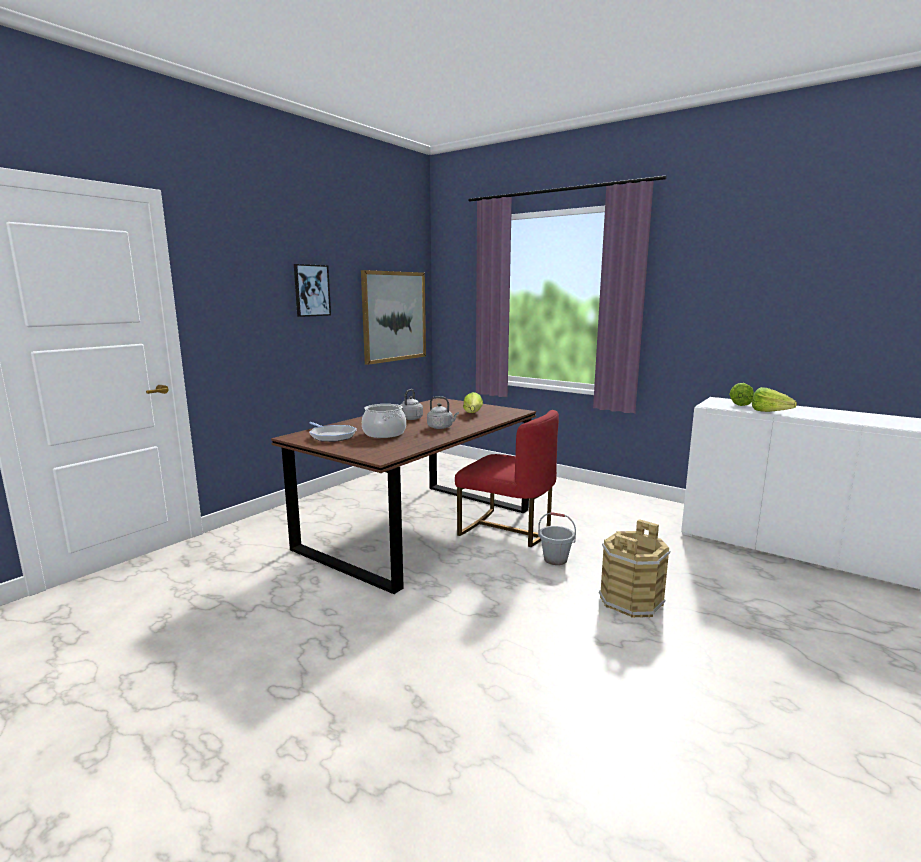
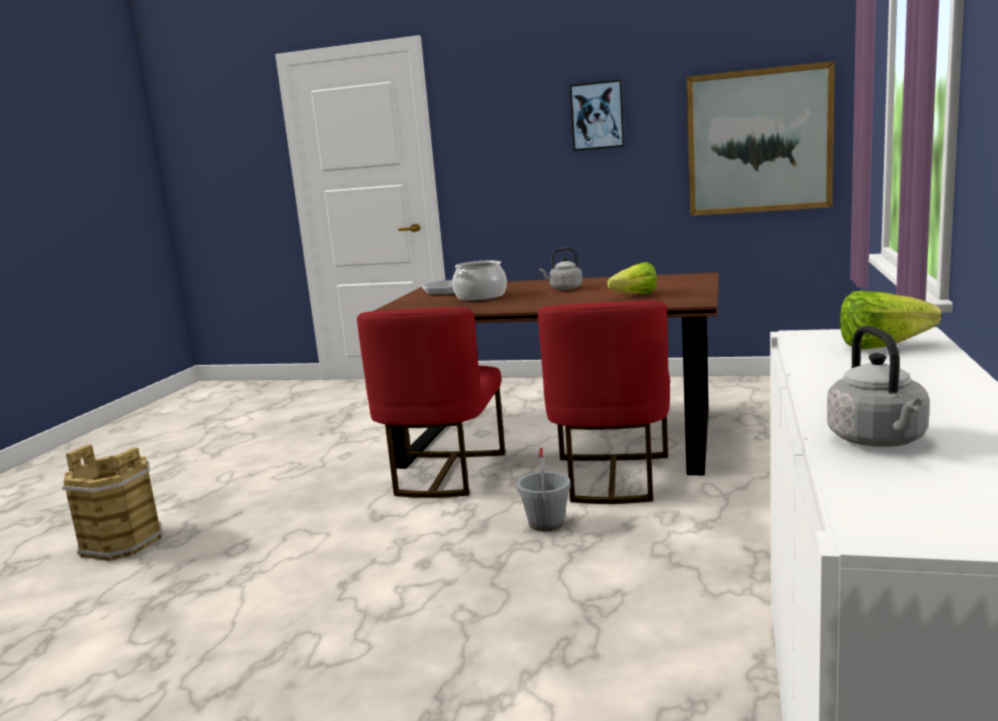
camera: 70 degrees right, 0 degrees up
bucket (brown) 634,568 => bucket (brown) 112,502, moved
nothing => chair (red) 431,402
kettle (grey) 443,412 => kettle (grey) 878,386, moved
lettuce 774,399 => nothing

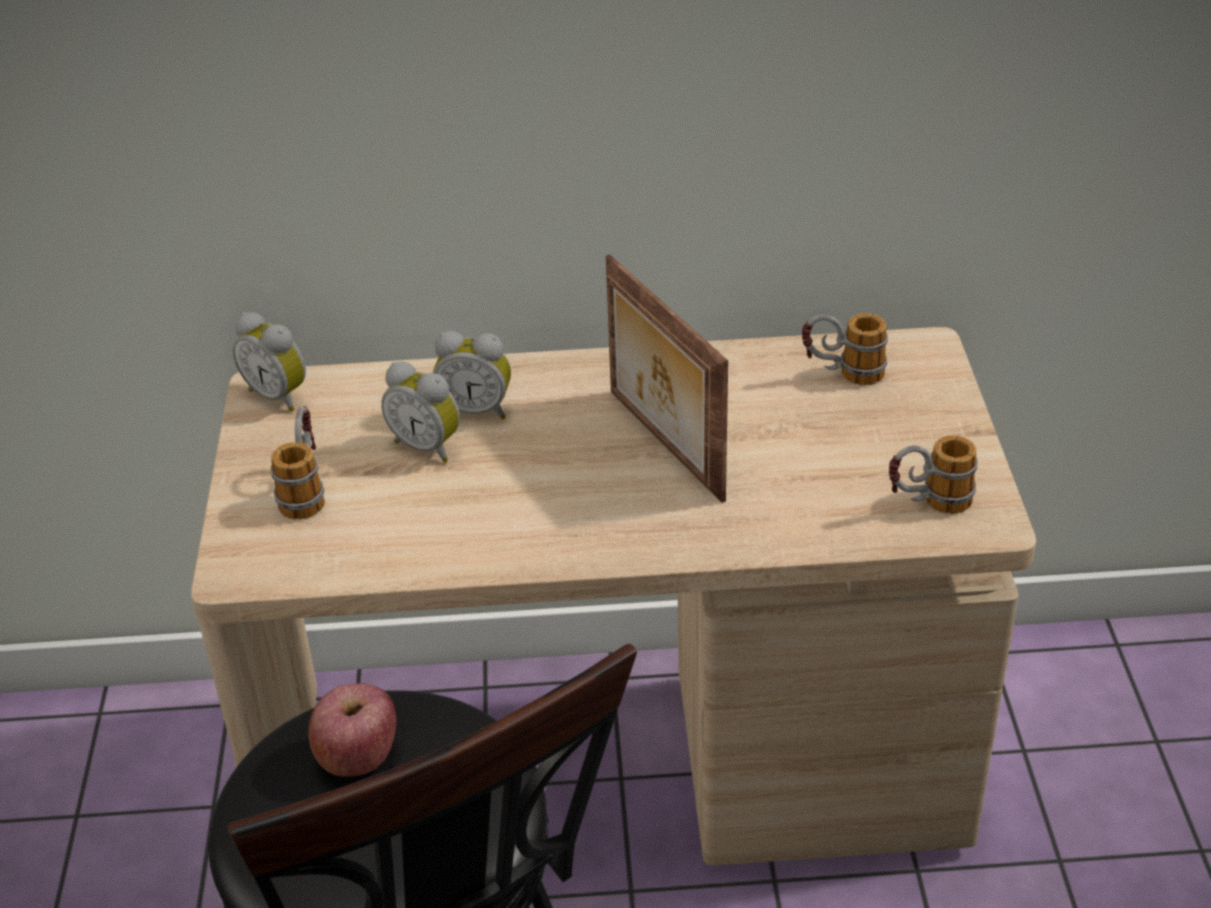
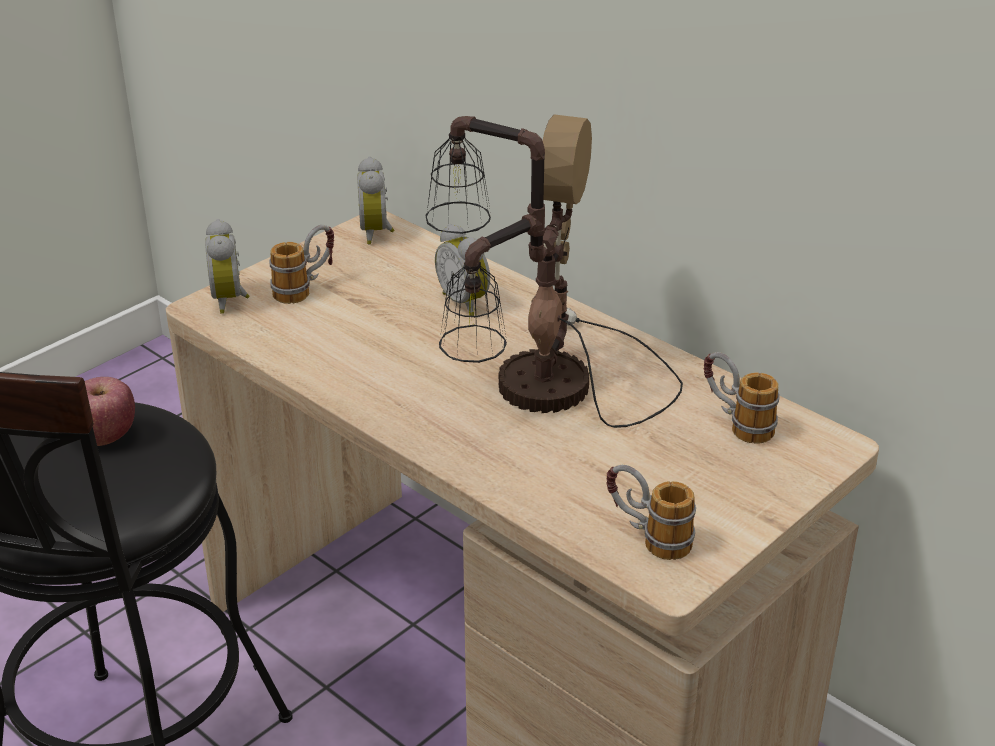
camera: 45 degrees right, 5 degrees down
alarm clock 420,412 => alarm clock 227,266, moved
picture frame 667,378 => table lamp 554,271

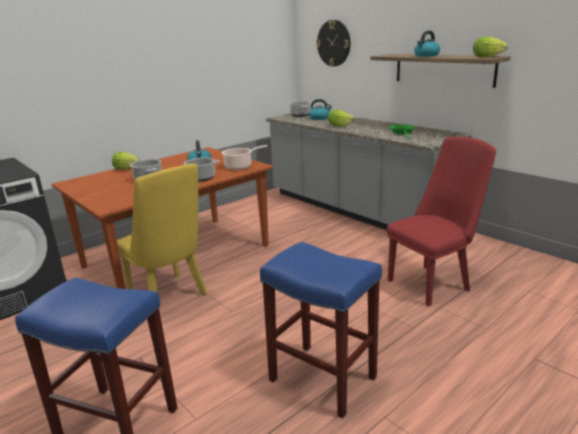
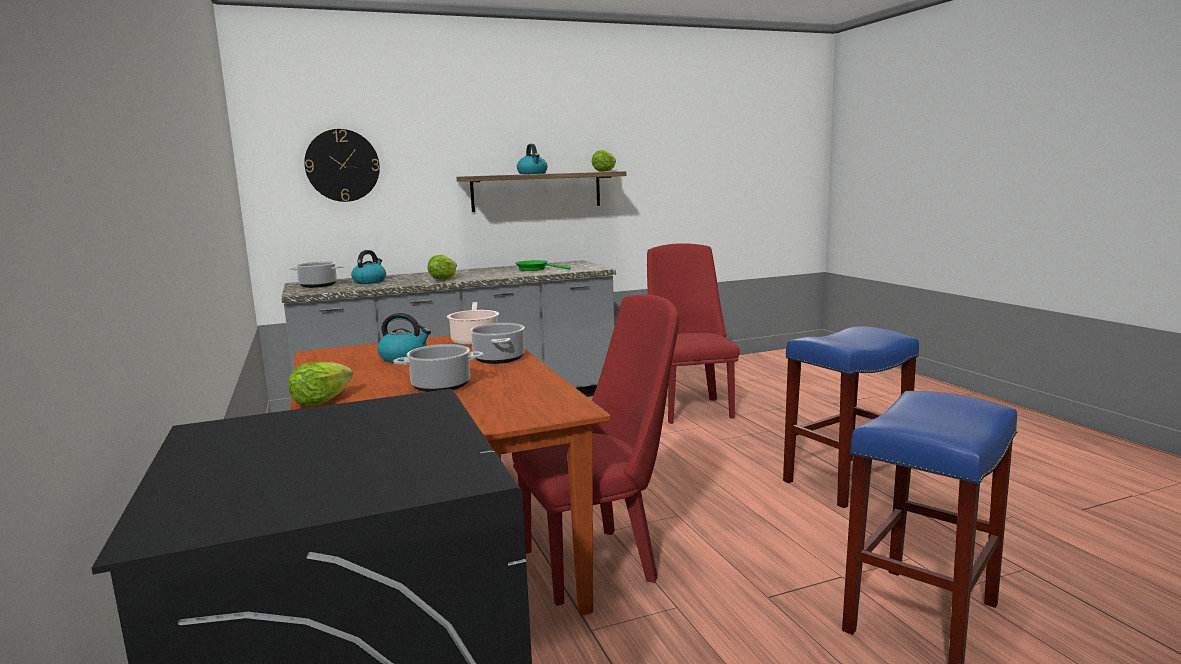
camera: 70 degrees left, 10 degrees down
chair (yellow) 162,229 => chair (red) 595,450

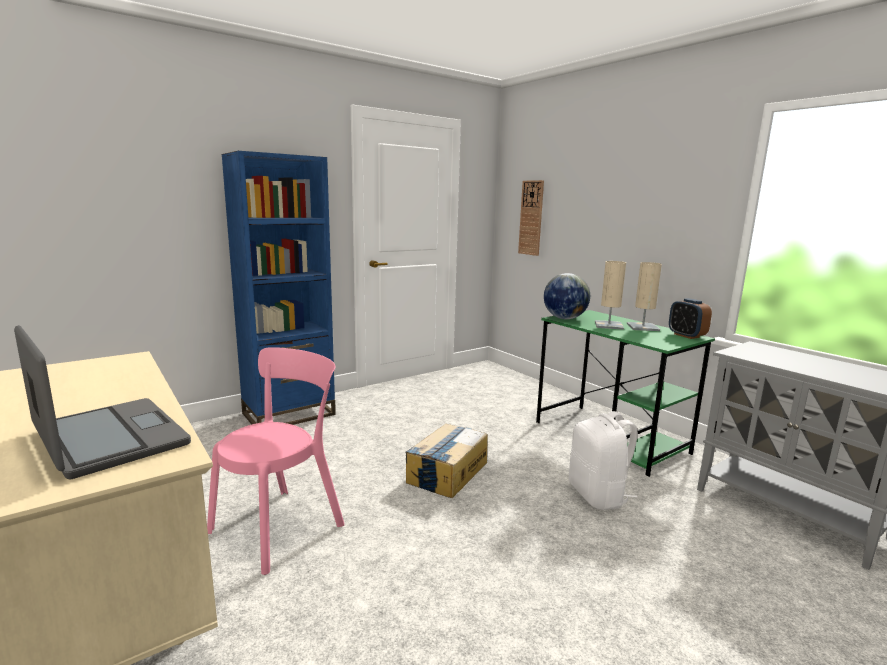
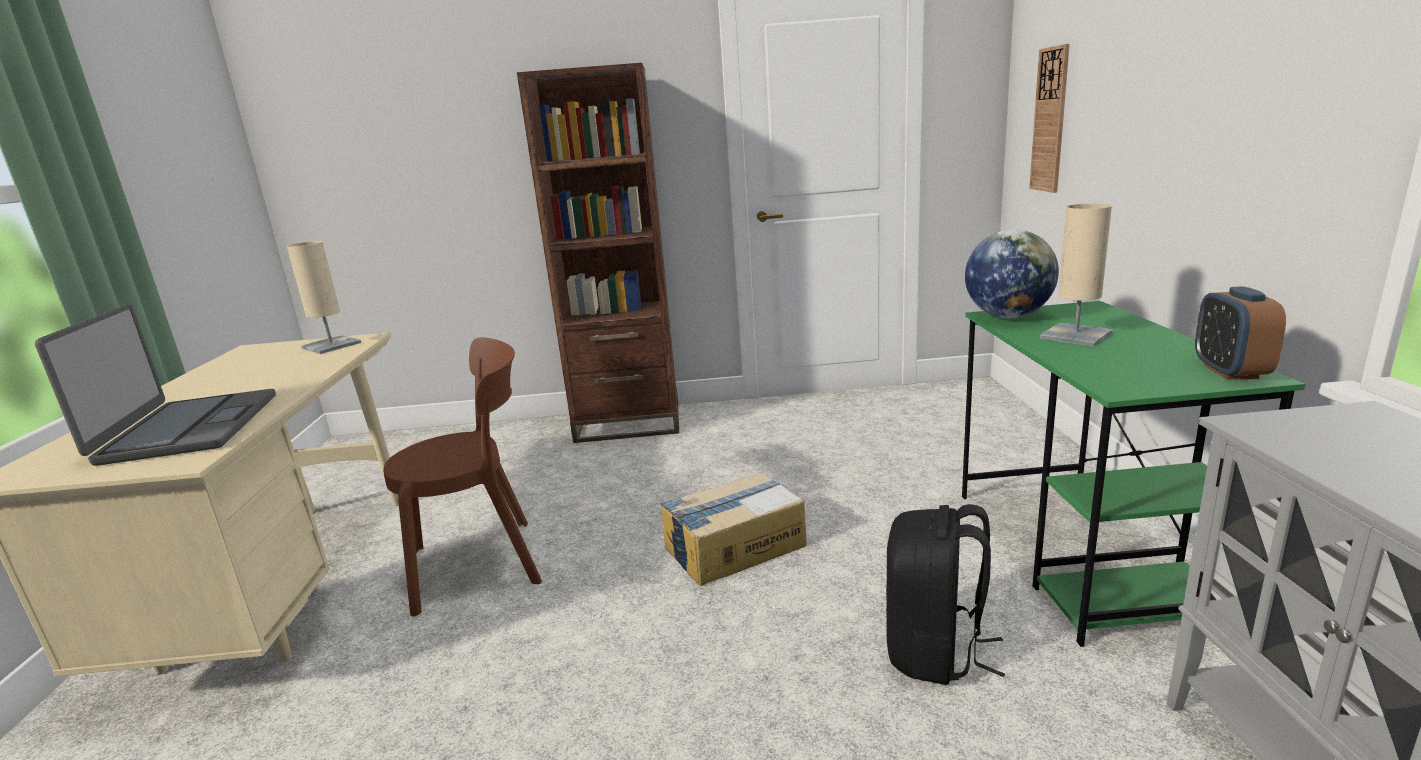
camera: 35 degrees right, 5 degrees up
table lamp (beige) 644,296 => table lamp (beige) 324,297, moved
chair (pink) 276,461 => chair (brown) 462,477
bookcase (blue) 279,288 => bookcase (brown) 598,253
backpack (white) 603,460 => backpack (black) 945,594

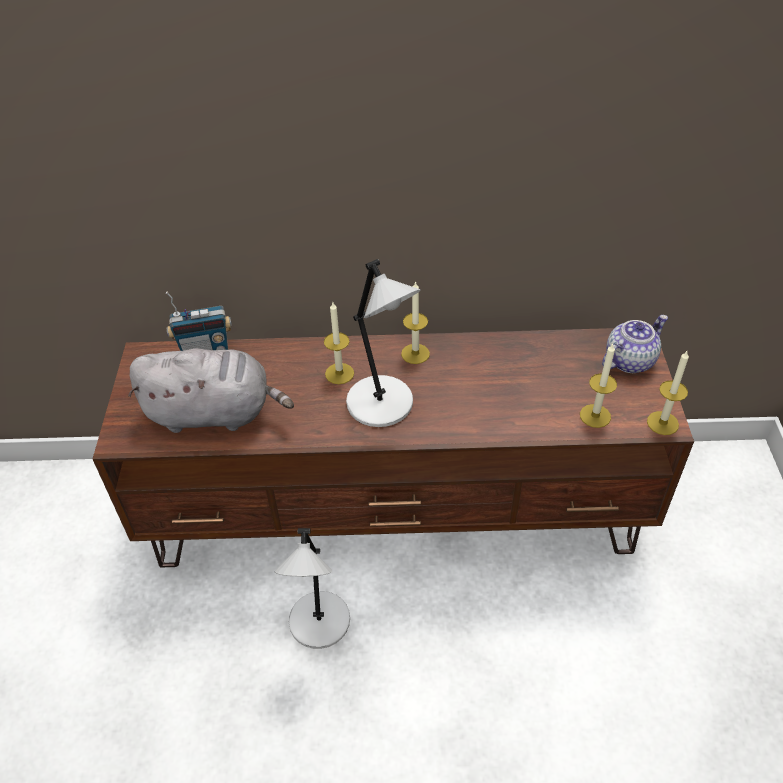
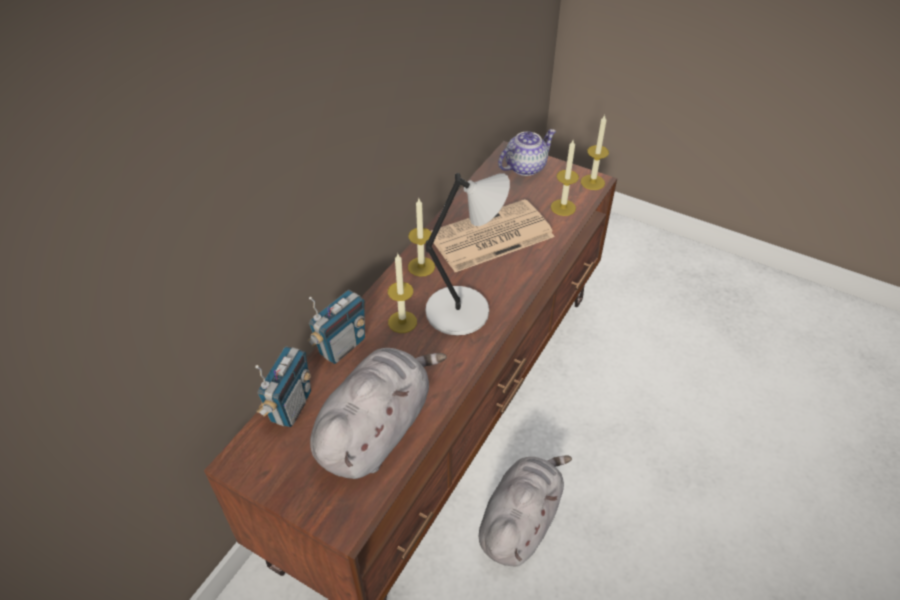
camera: 60 degrees left, 0 degrees up
nothing => radio 336,327
nothing => newspaper 493,235
table lamp (grey) 312,588 => plush toy (grey) 525,511
teapot 635,344 => teapot 527,152, 60 degrees clockwise

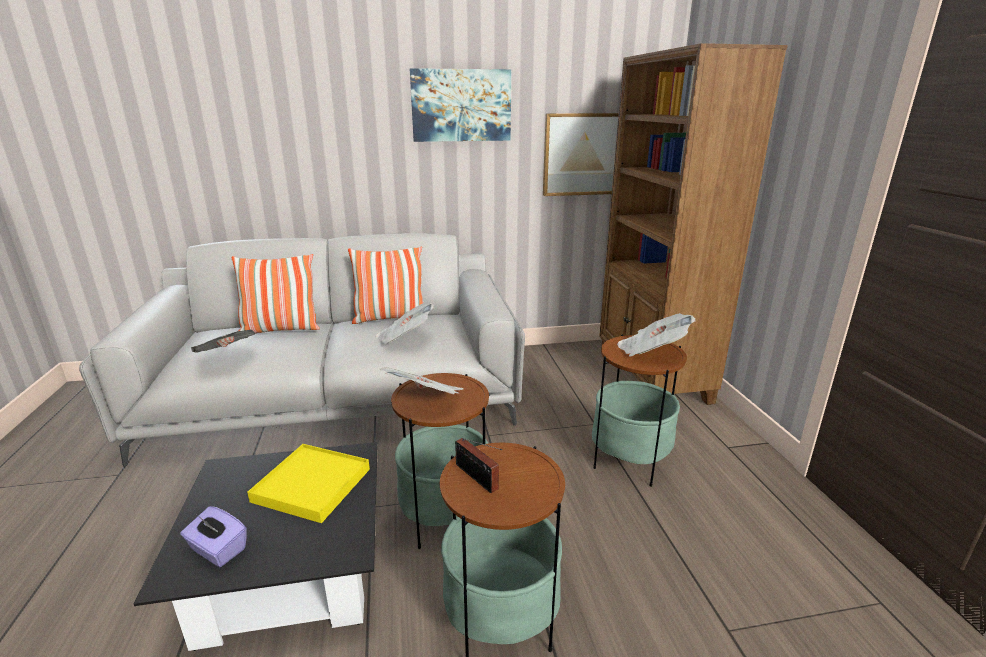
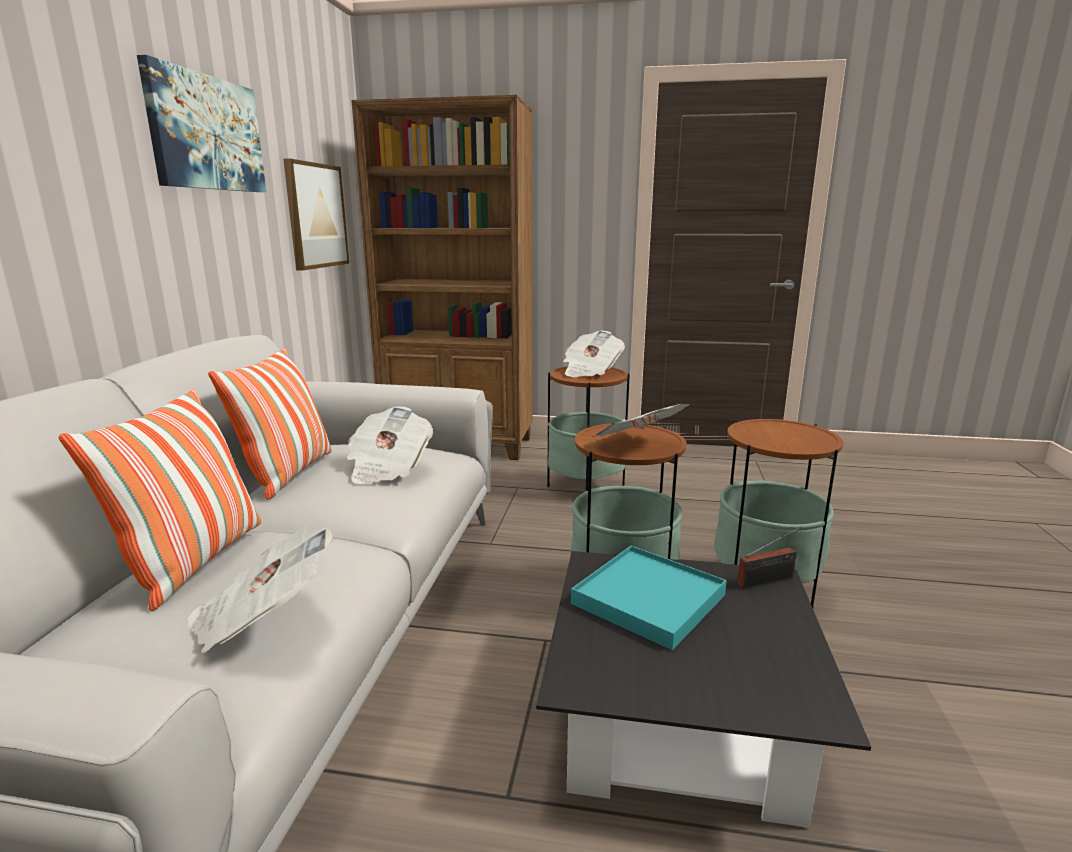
camera: 70 degrees left, 5 degrees down
tray (yellow) 308,483 => tray (turquoise) 649,598
radio 478,465 => radio 769,558, moved
tissue box (purple) 213,536 => nothing

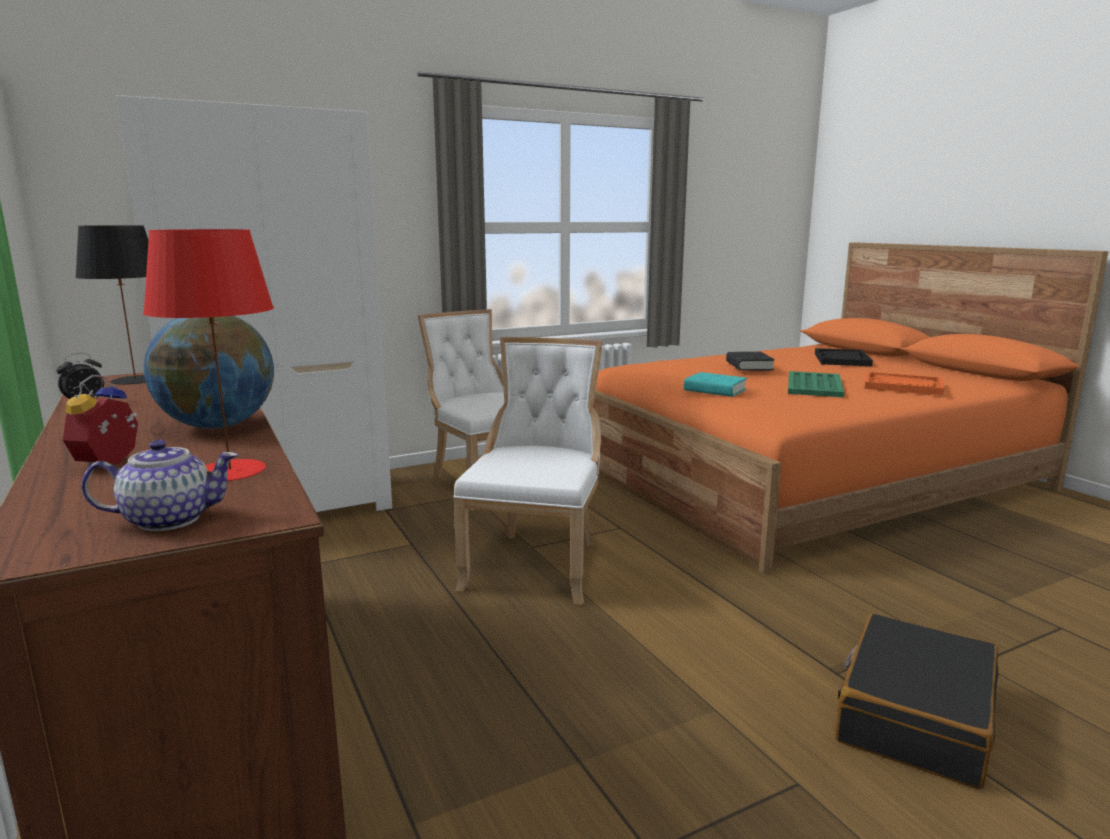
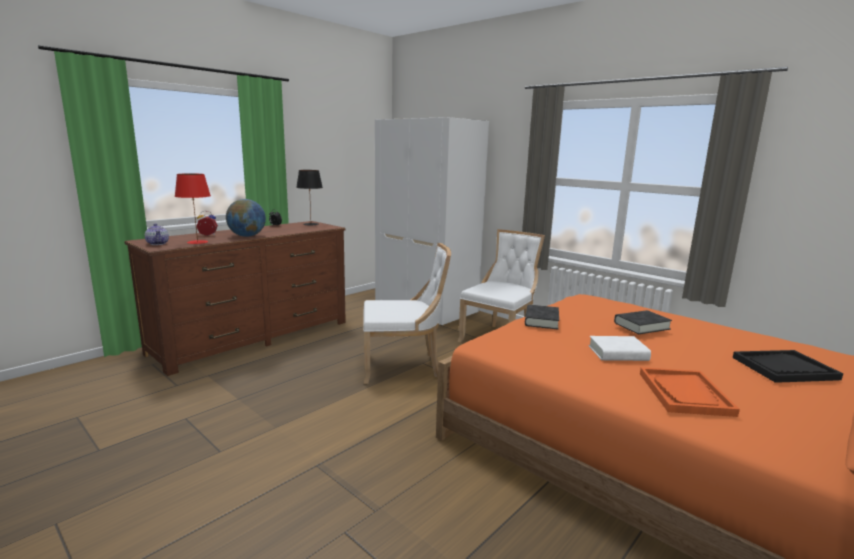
camera: 70 degrees right, 0 degrees up
book (turquoise) 715,384 => book (black) 542,317
tray (green) 816,384 => book (white) 620,348
suitcase (black) 917,701 => nothing

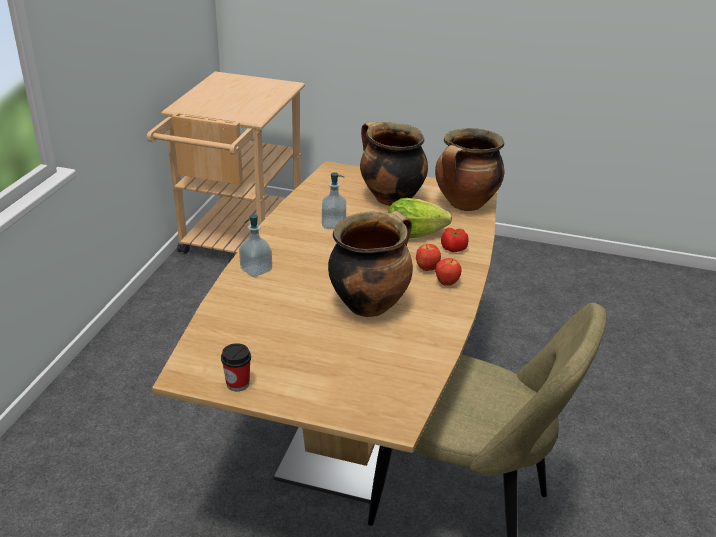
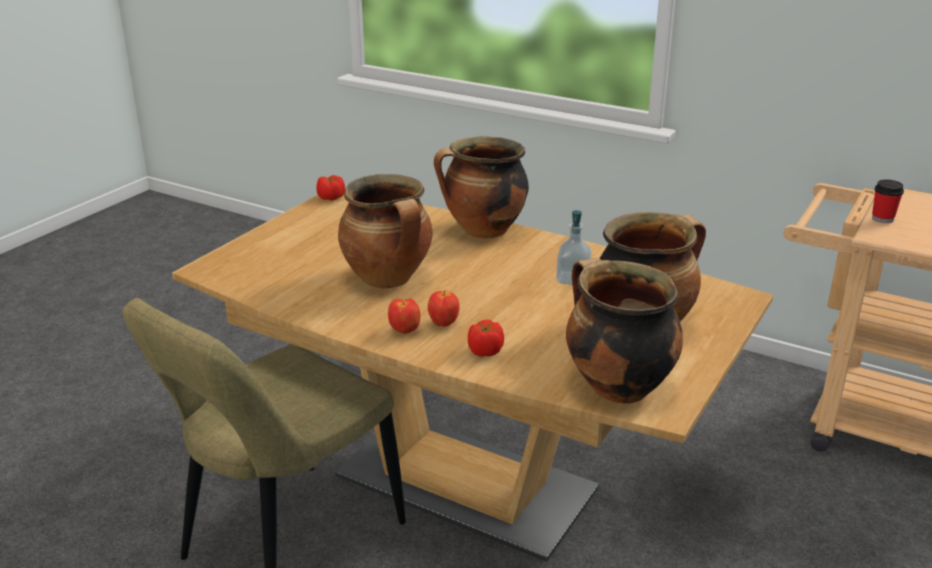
camera: 105 degrees right, 5 degrees down
nothing => tomato 331,187
soap dispenser 255,245 => cooking pot 481,187
cup 236,367 => cup 888,201, moved
lettuce 420,218 => nothing

